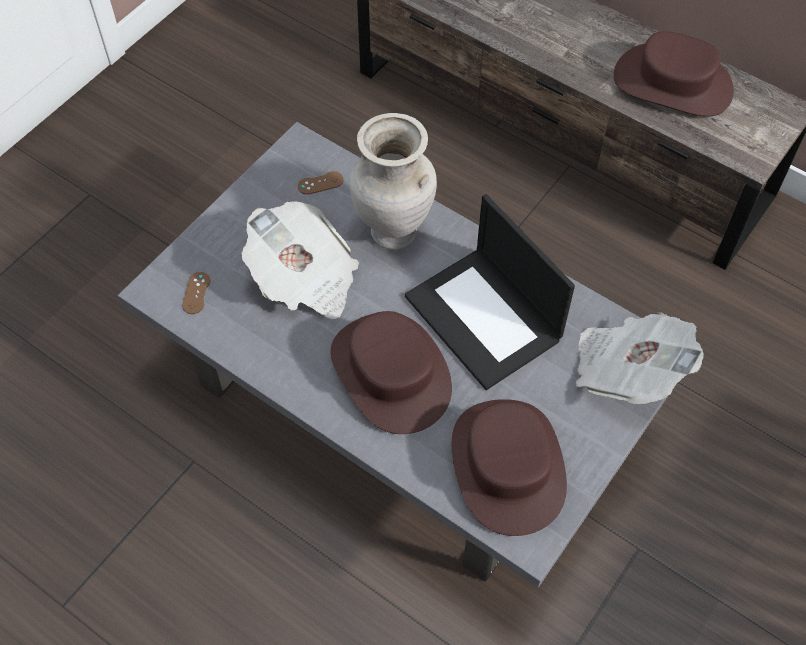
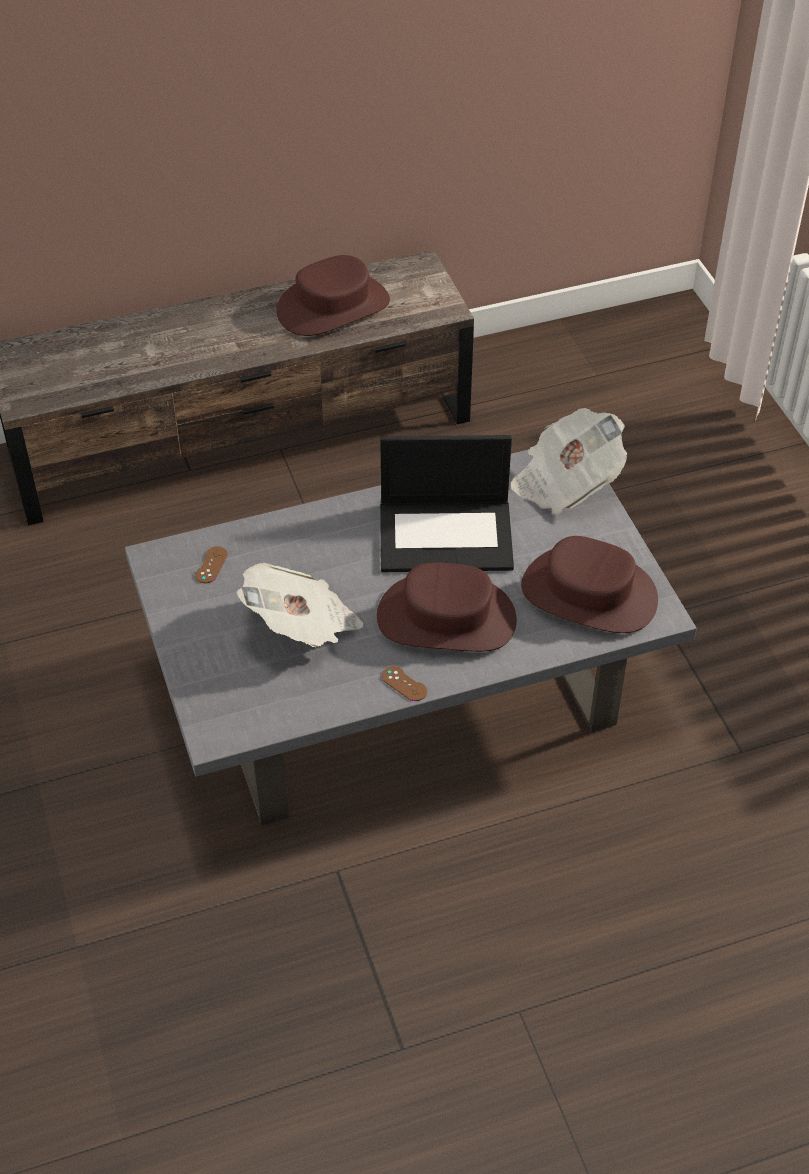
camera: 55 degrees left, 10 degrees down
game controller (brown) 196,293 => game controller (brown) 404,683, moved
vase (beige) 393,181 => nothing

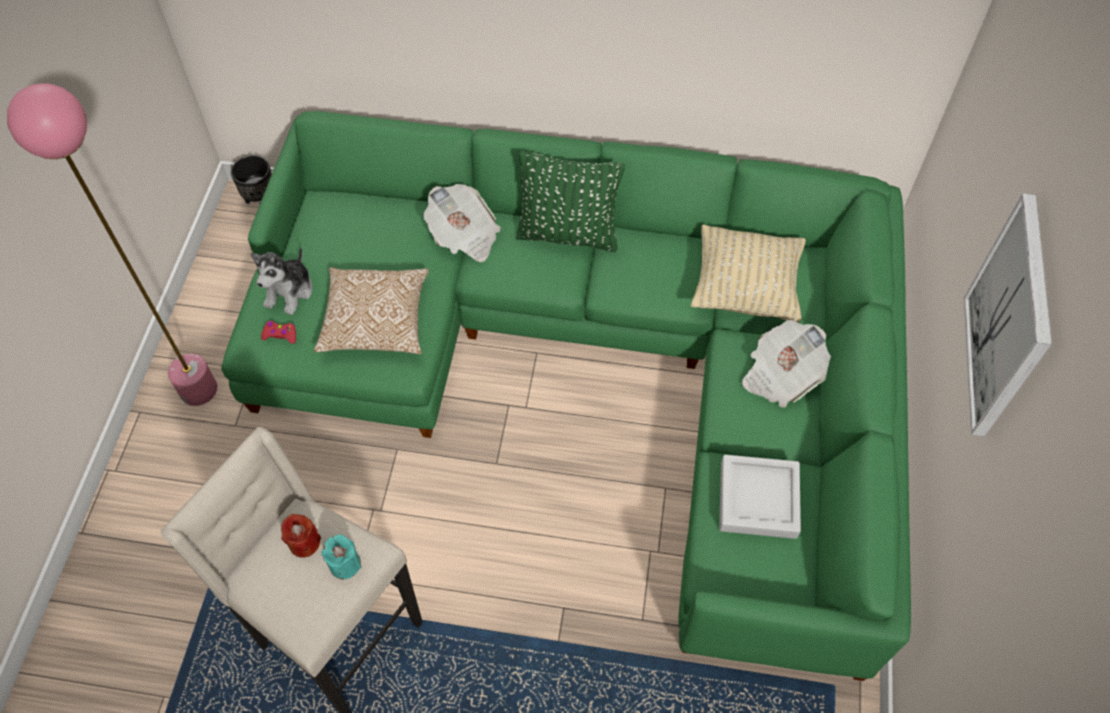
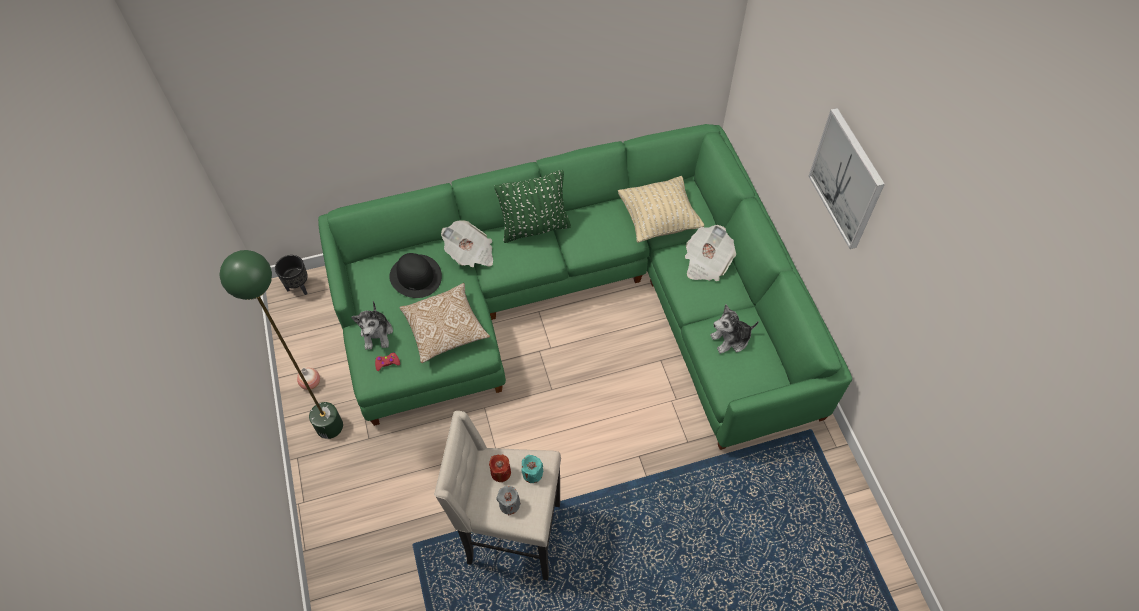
camera: 25 degrees left, 0 degrees up
floor lamp (pink) 112,244 => floor lamp (green) 281,344
nothing => vase 308,379
nothing => hat (black) 415,275
nothing => candle (grey) 508,501
tray (grey) 760,497 => plush toy 734,329

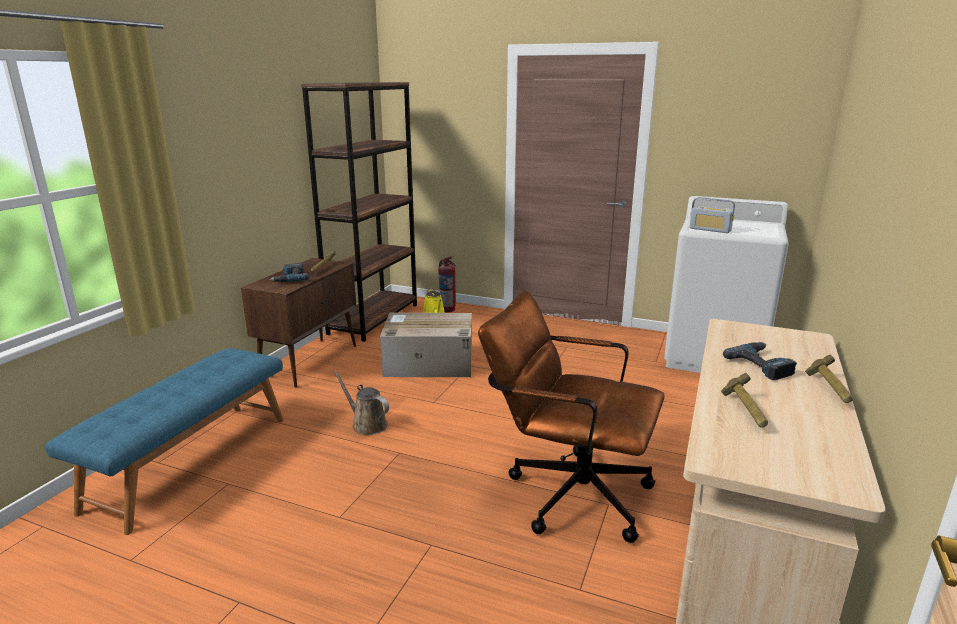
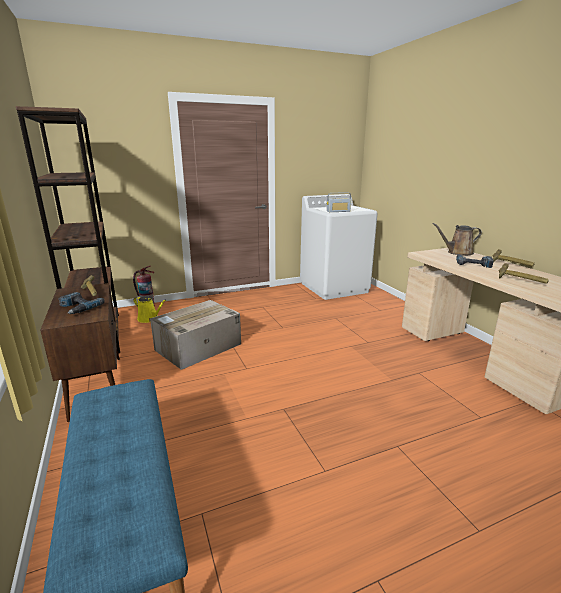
camera: 45 degrees left, 0 degrees up
watering can (brown) 361,403 => watering can (brown) 457,239, moved
office chair (brown) 571,416 => nothing

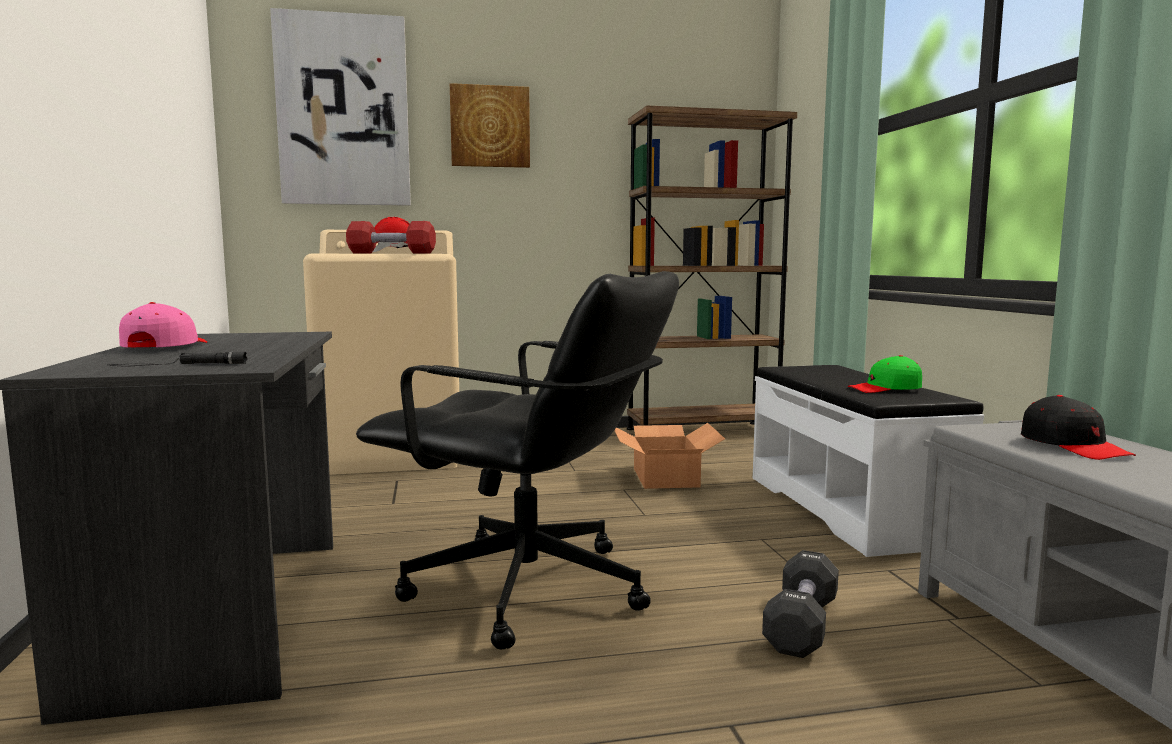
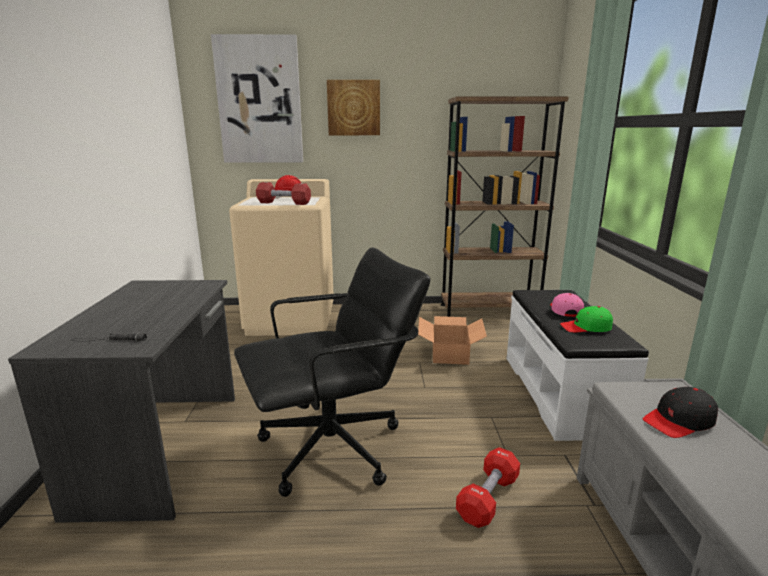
camera: 10 degrees right, 10 degrees up
office chair (black) 517,460 => office chair (black) 332,372, 60 degrees counterclockwise
dumbbell (black) 800,604 => dumbbell (red) 488,487
cap (pink) 163,325 => cap (pink) 567,305, moved
cap (black) 1078,427 => cap (black) 680,412, 75 degrees clockwise

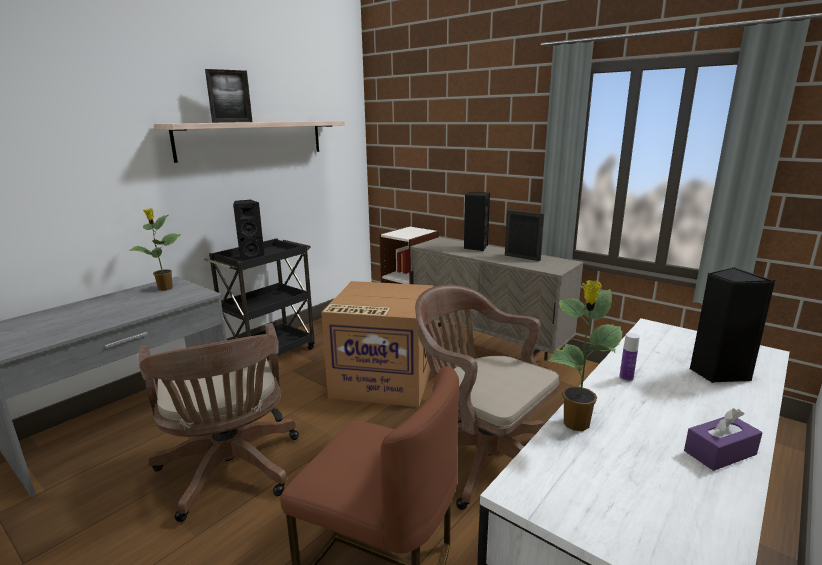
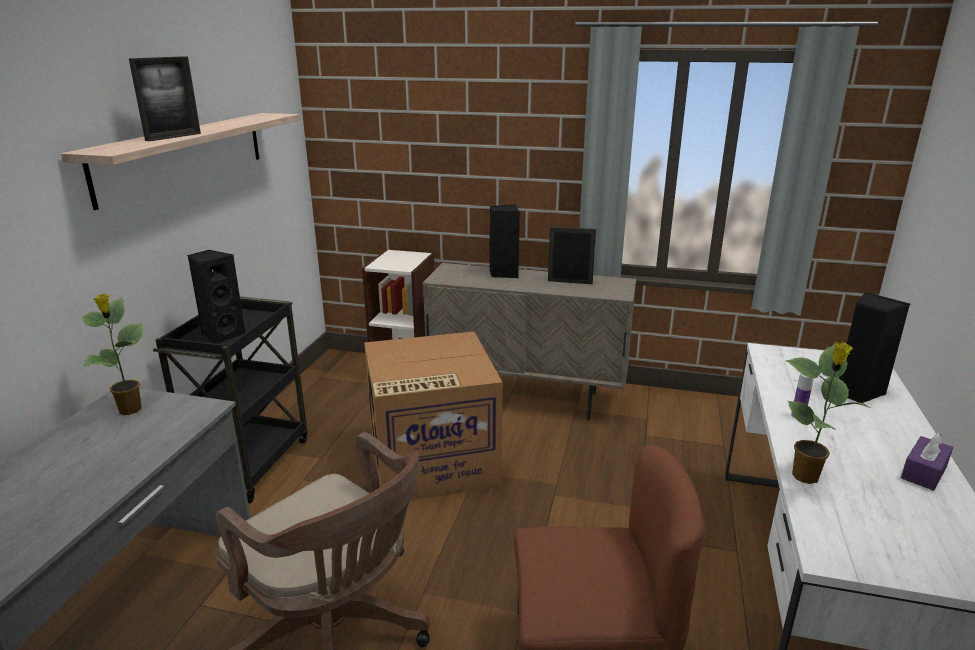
camera: 25 degrees left, 5 degrees up
office chair (brown) 487,397 => nothing

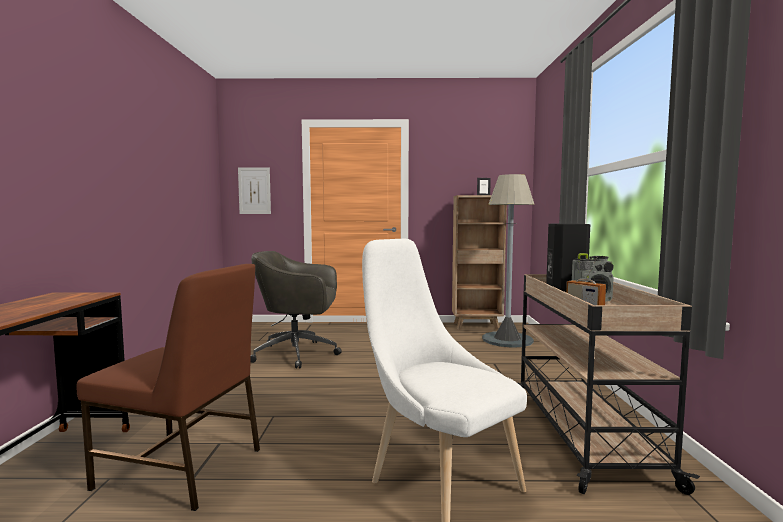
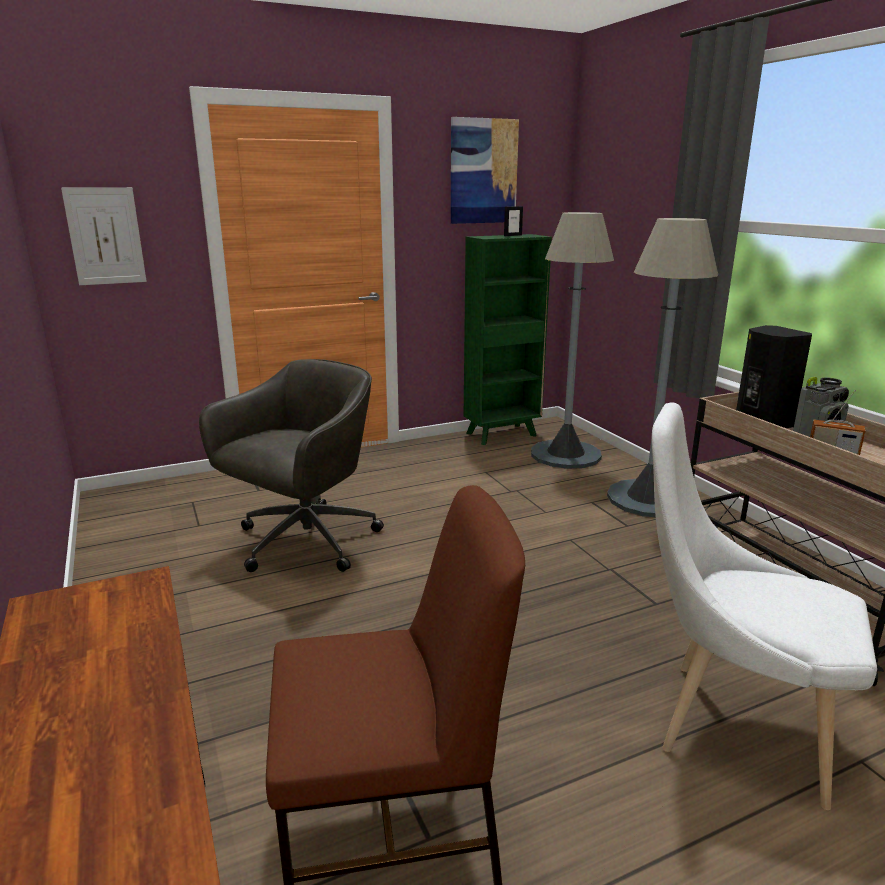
camera: 25 degrees left, 15 degrees up
office chair (grey) 296,309 => office chair (grey) 291,465, 150 degrees clockwise
nothing => picture 485,170
bookcase (brown) 479,262 => bookcase (green) 508,339
nothing => floor lamp (grey) 662,367

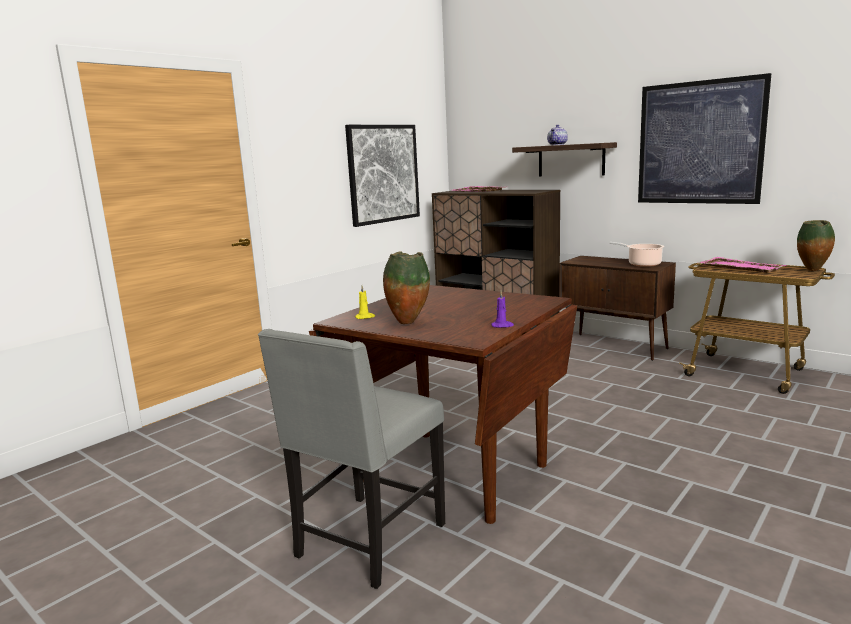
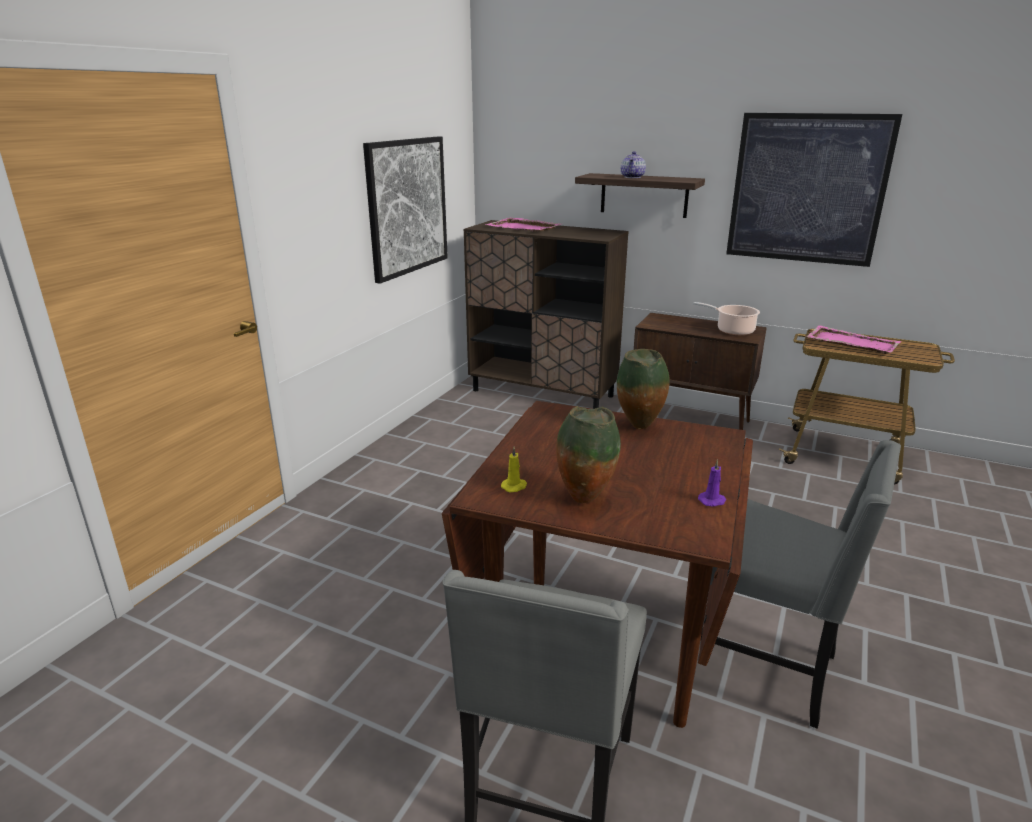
camera: 15 degrees left, 10 degrees up
vase 816,245 => vase 643,389, moved
nothing => chair (grey) 797,584

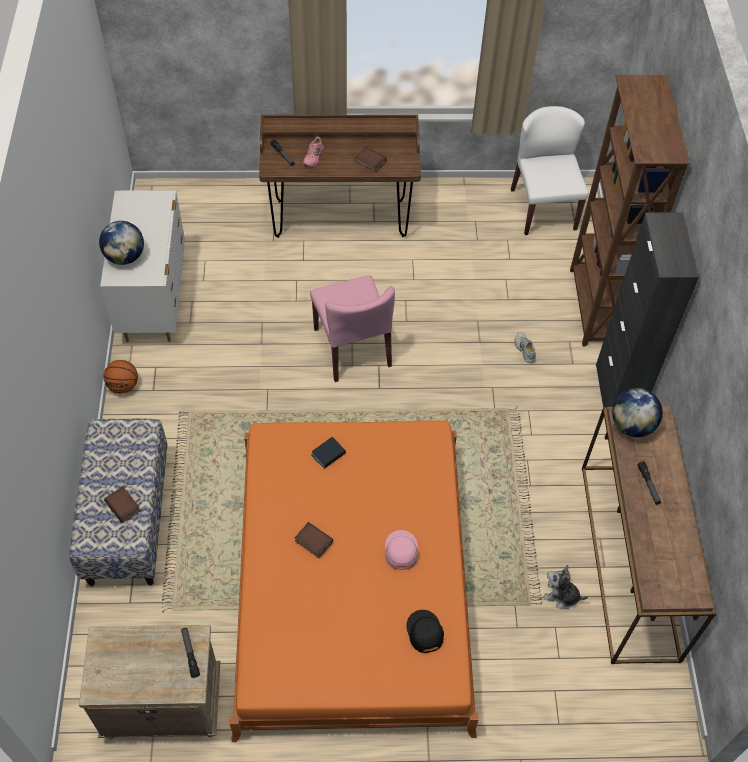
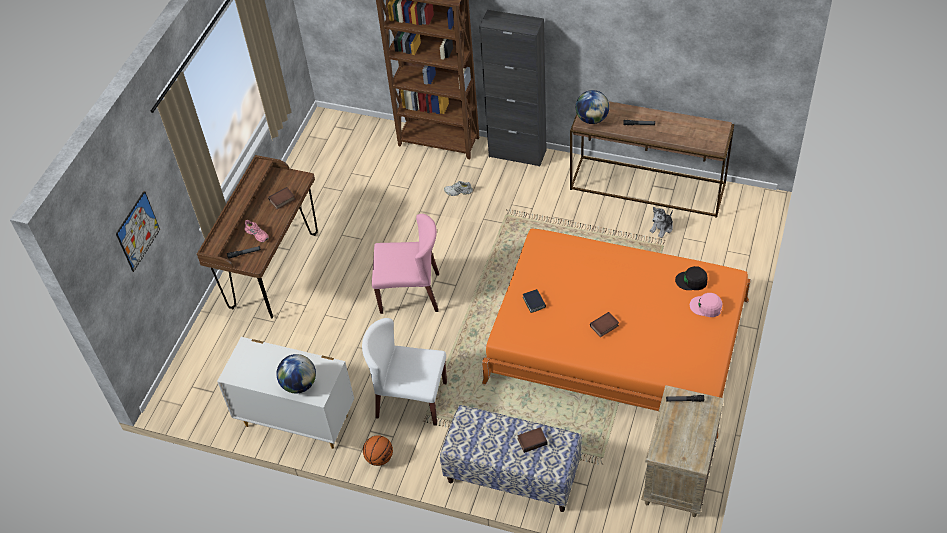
camera: 65 degrees left, 5 degrees down
nothing => picture 138,231
chair (white) 550,170 => chair (white) 404,372, moved
cap (pink) 401,550 => cap (pink) 706,305, moved

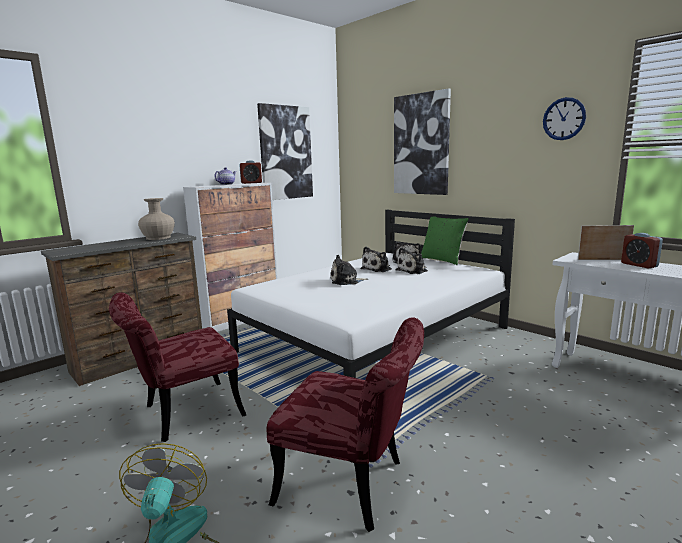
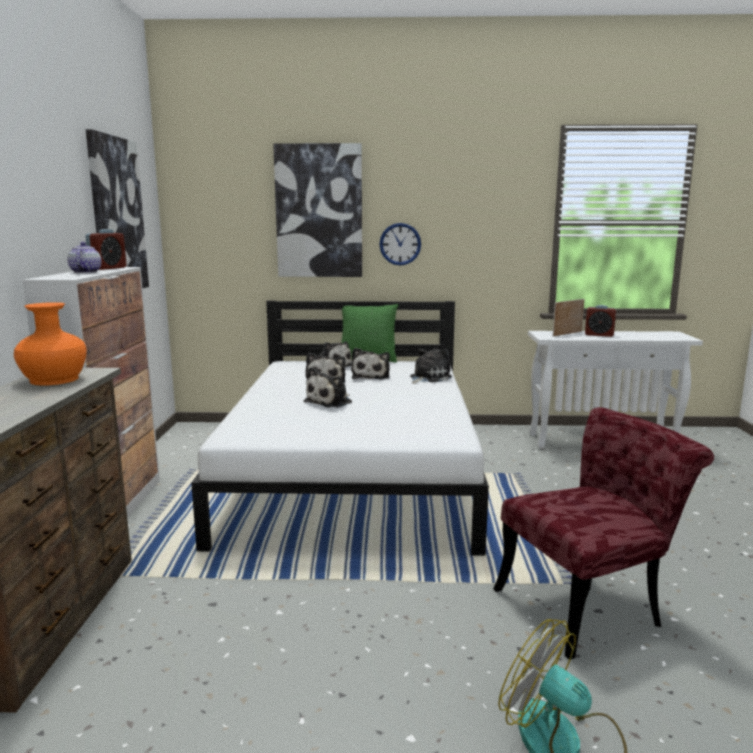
camera: 45 degrees left, 0 degrees up
vase (beige) 156,219 => vase (orange) 50,344
wall clock 564,118 => wall clock 400,244, moved
nothing => plush toy 431,366
chair (red) 177,367 => nothing

